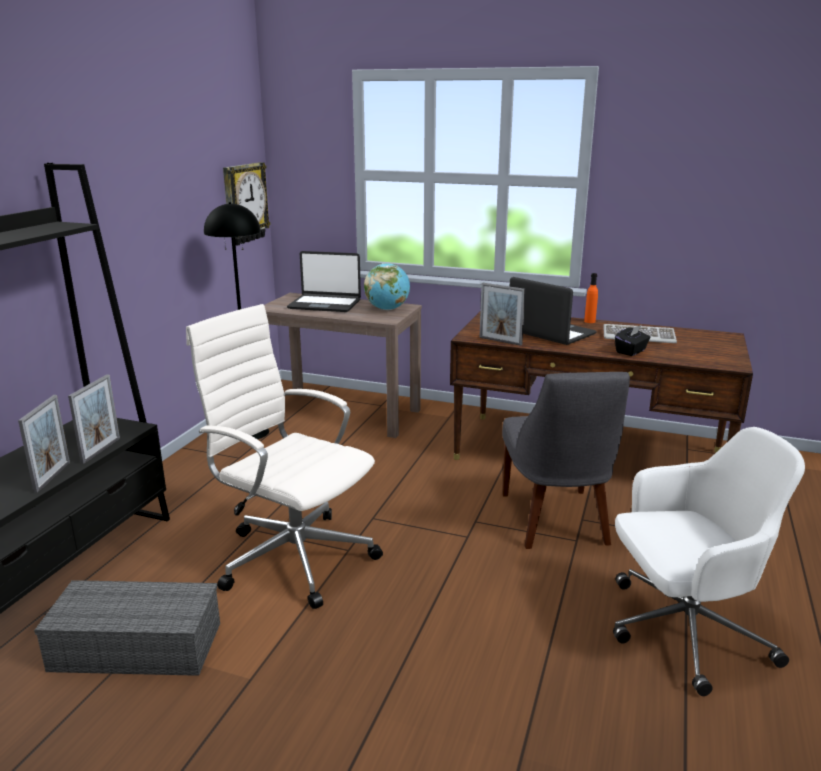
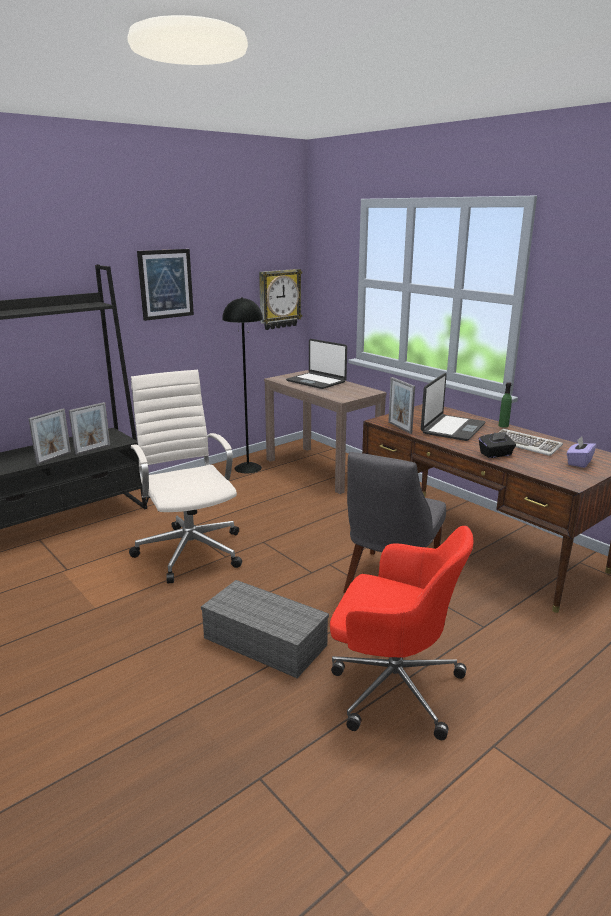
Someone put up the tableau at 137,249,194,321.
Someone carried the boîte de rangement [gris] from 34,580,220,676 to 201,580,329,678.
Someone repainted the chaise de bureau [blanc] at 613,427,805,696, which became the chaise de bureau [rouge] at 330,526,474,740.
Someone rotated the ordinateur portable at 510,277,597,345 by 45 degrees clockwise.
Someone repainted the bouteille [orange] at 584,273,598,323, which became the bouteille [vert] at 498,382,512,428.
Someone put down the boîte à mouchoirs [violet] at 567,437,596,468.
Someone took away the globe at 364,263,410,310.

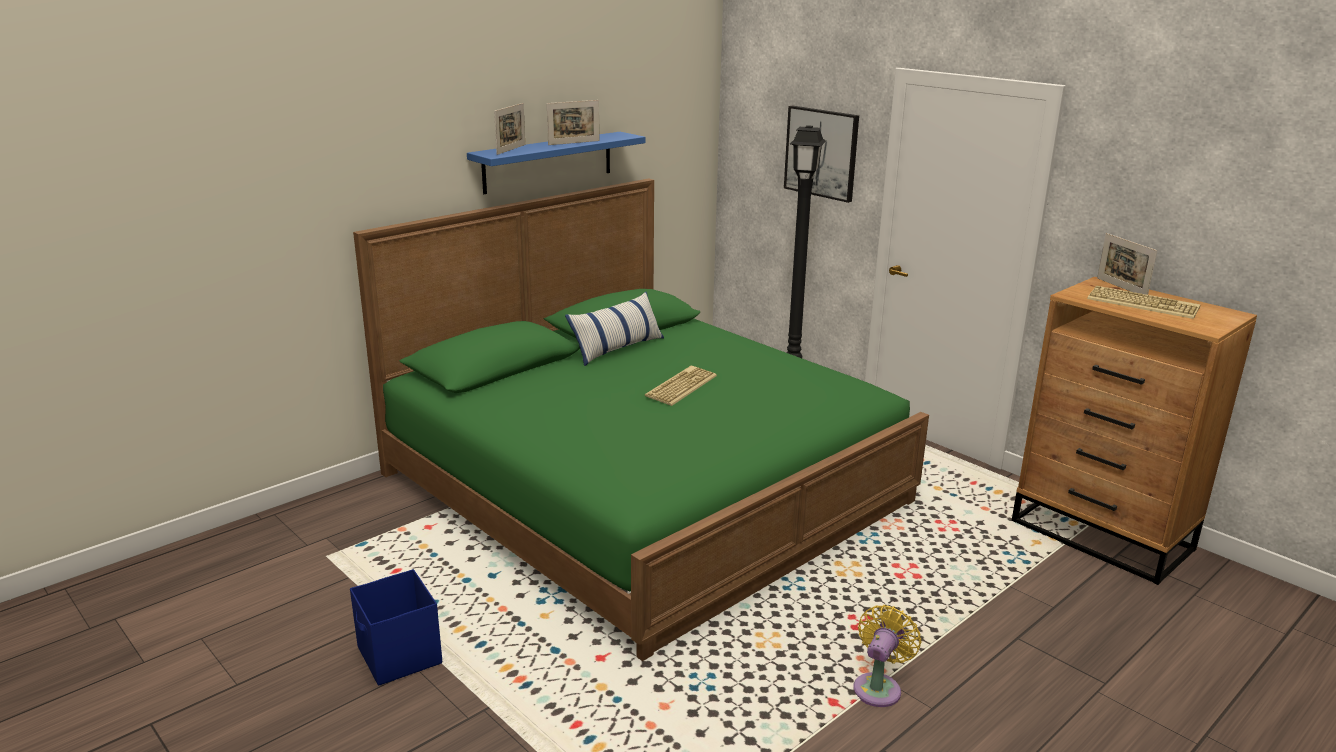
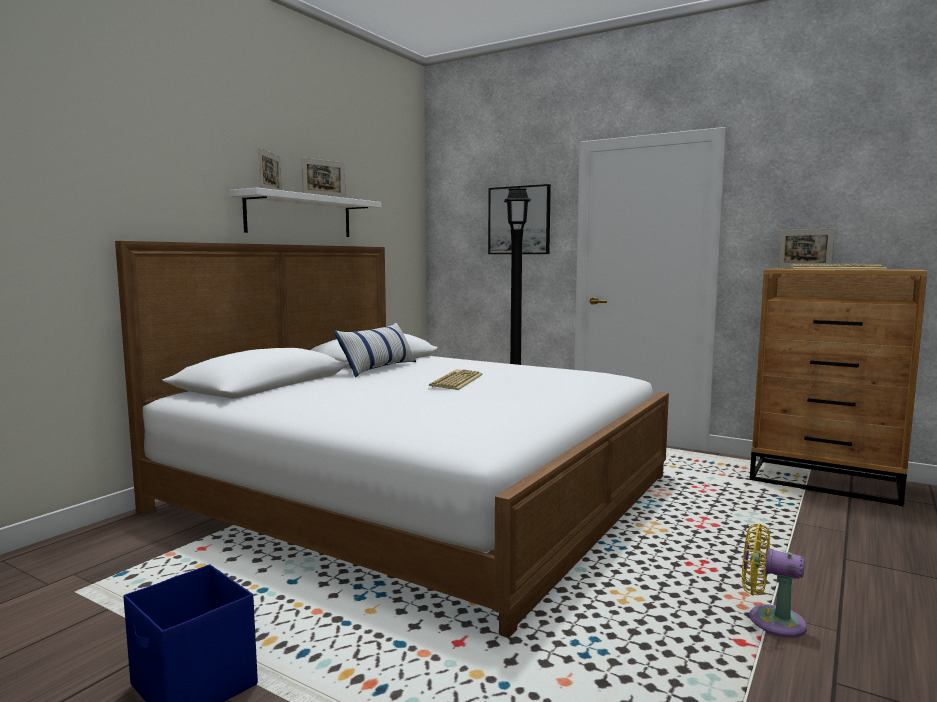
Someone repainted the lit [vert] at 353,179,929,661, which became the lit [blanc] at 115,241,669,638.
Someone repainted the étagère [bleu] at 467,132,646,194, which became the étagère [blanc] at 229,188,381,237.
Someone rotated the ventilateur [jaune] at 853,605,921,707 by 75 degrees counterclockwise.

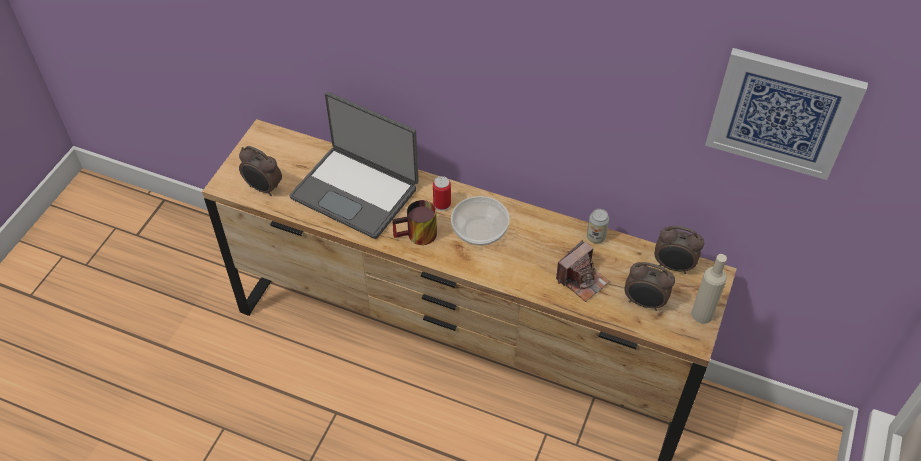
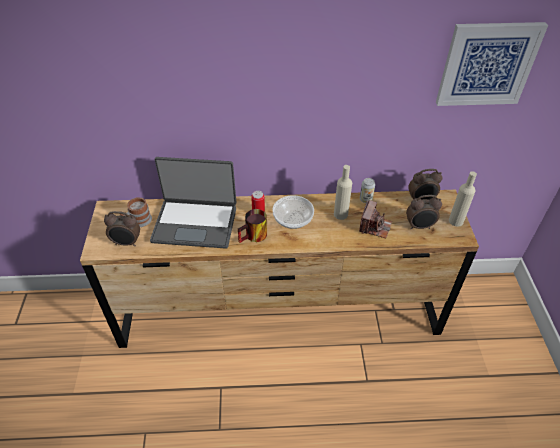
Someone put down the mug at 120,197,152,227.
Someone put down the bouteille [beige] at 334,165,352,220.

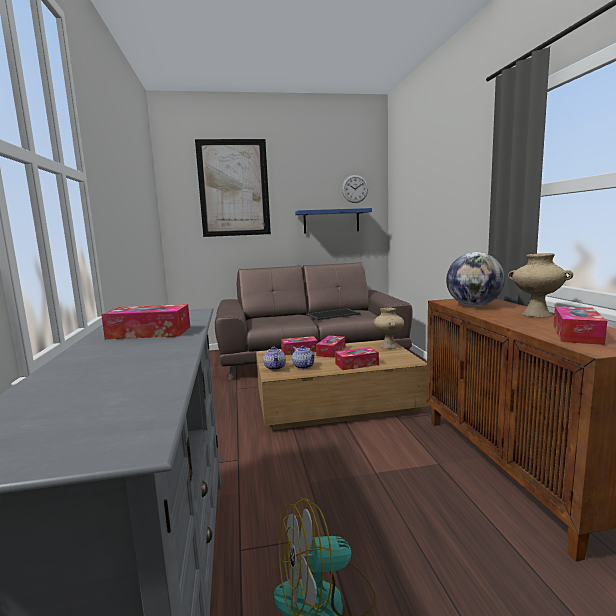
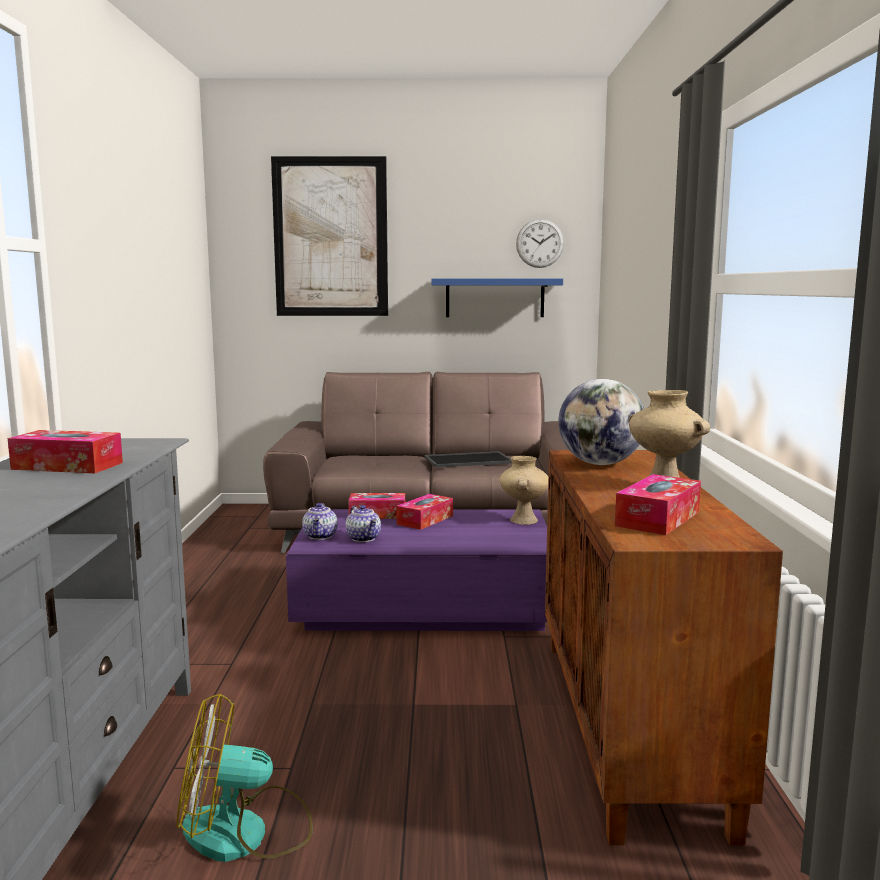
Someone repainted the table basse [marron] at 256,340,429,430, which became the table basse [violet] at 286,509,547,631.
Someone took away the boîte à mouchoirs at 335,347,379,370.

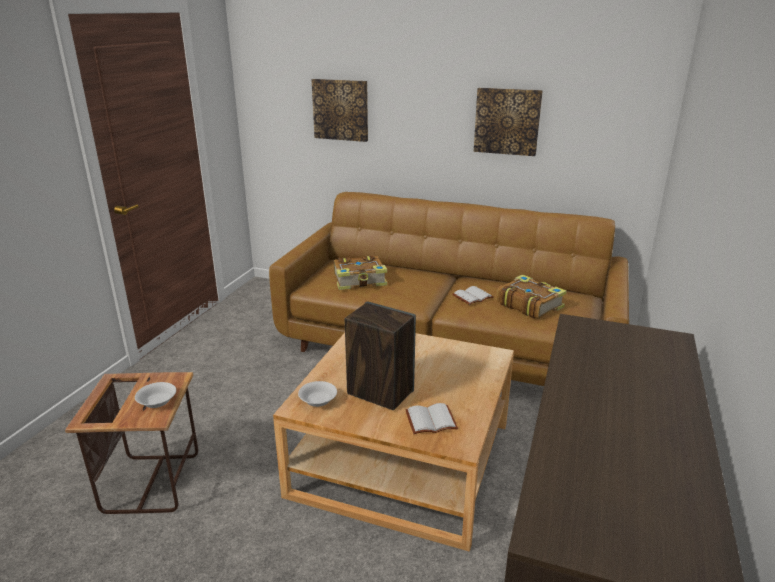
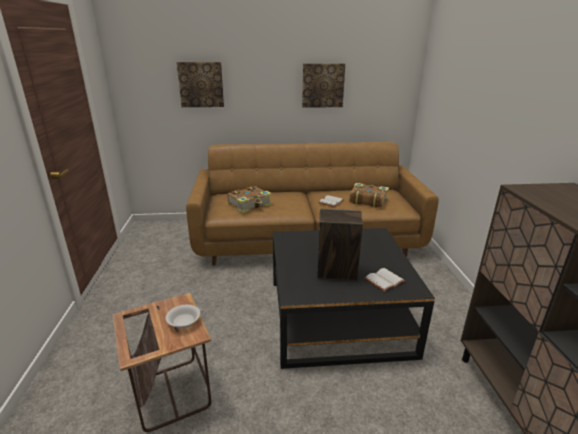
Someone repainted the table basse [beige] at 273,333,514,552, which became the table basse [noir] at 273,228,435,369.
Someone took away the bol [blanc] at 298,381,337,407.

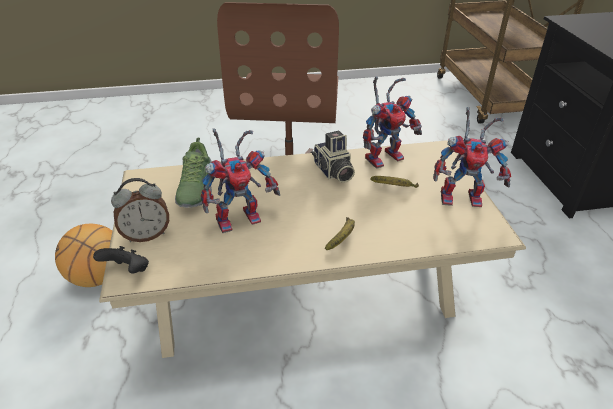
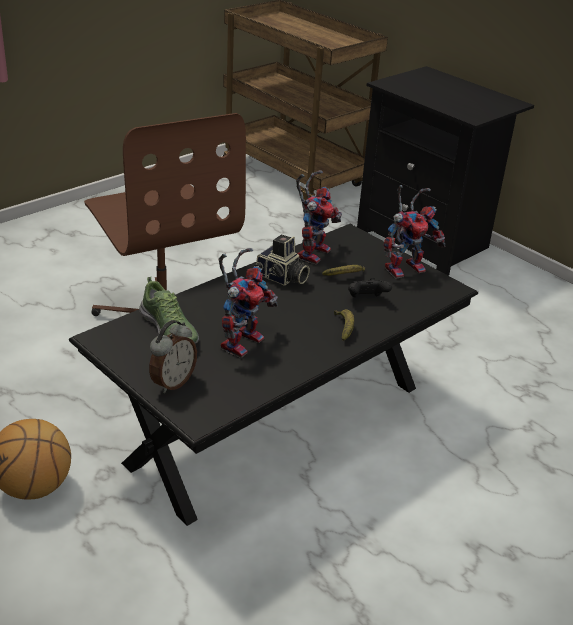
Someone repainted the table basse [beige] at 99,140,526,358, which became the table basse [noir] at 69,224,478,526.
Someone carried the manette [noir] from 93,246,149,274 to 348,278,392,297.

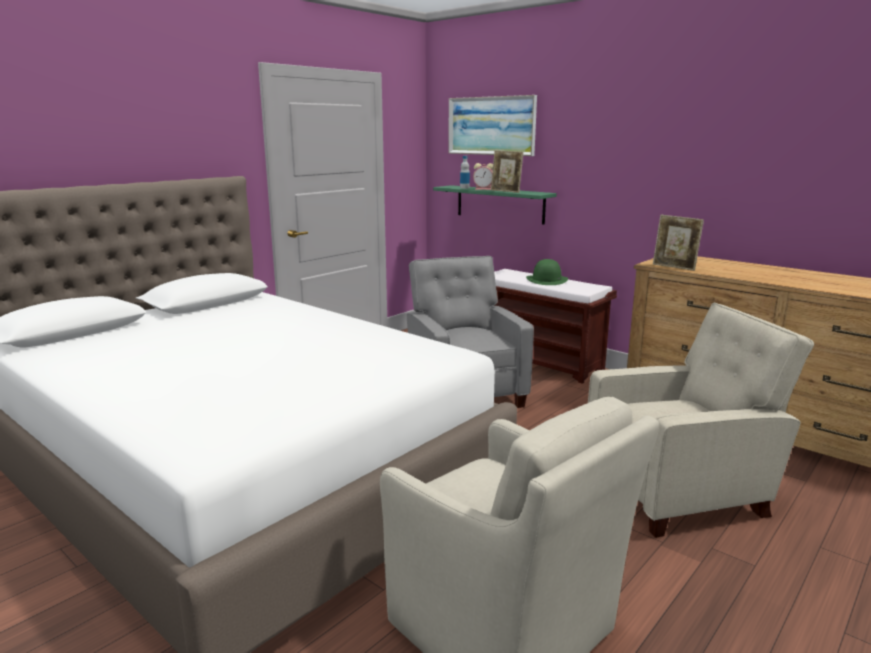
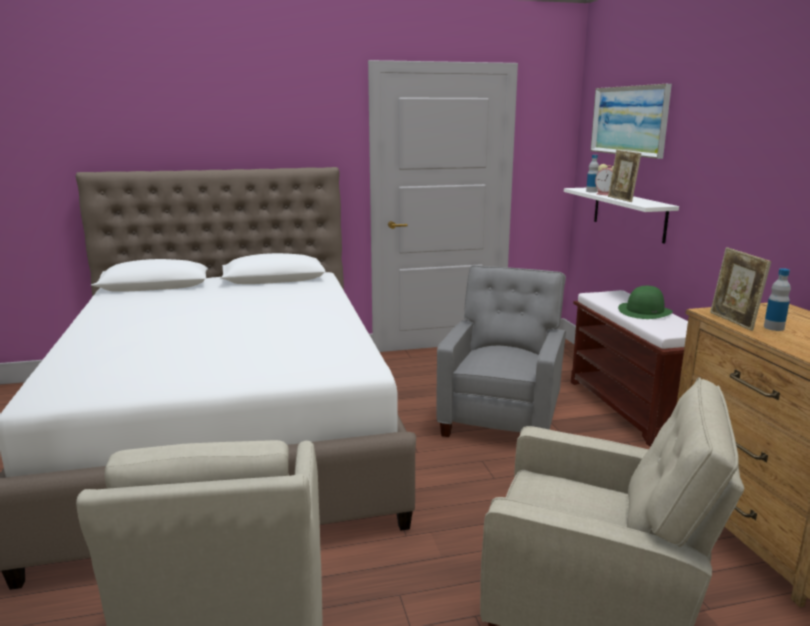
Someone repainted the étagère [vert] at 433,185,557,224, which became the étagère [blanc] at 564,188,679,243.
Someone put down the bouteille at 764,268,791,331.

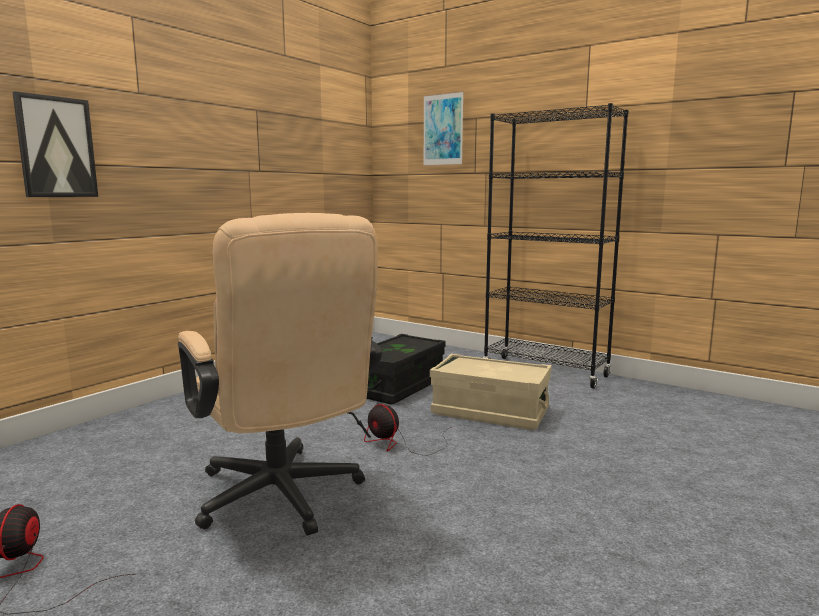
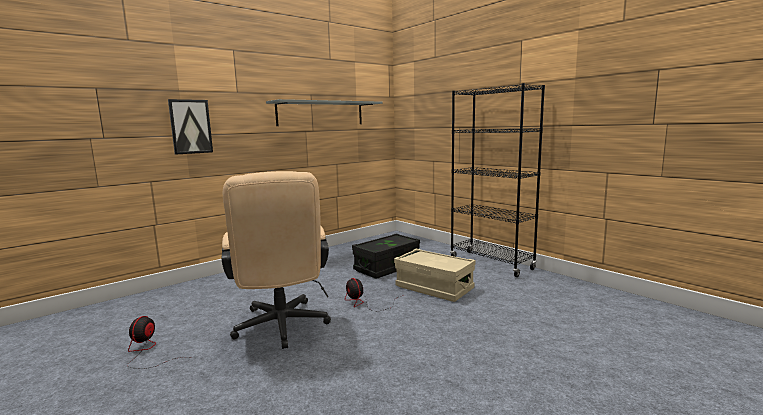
Someone put up the étagère [gris] at 266,99,382,126.
Someone took away the tableau at 423,90,464,167.

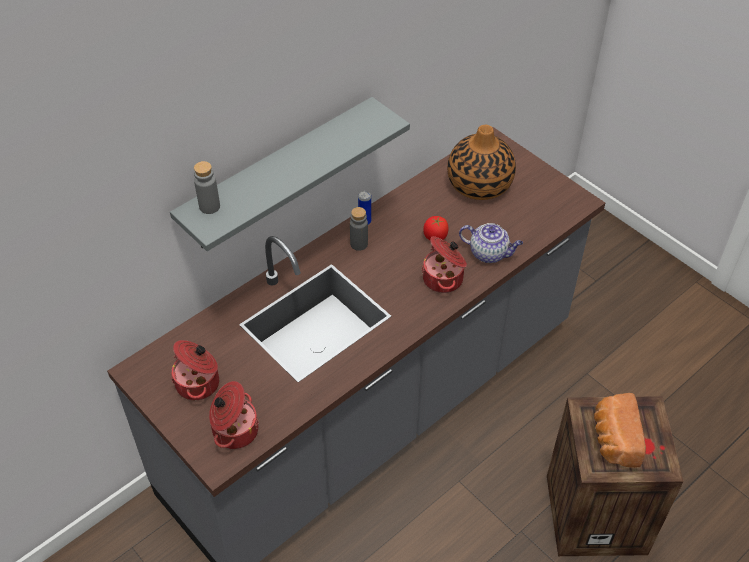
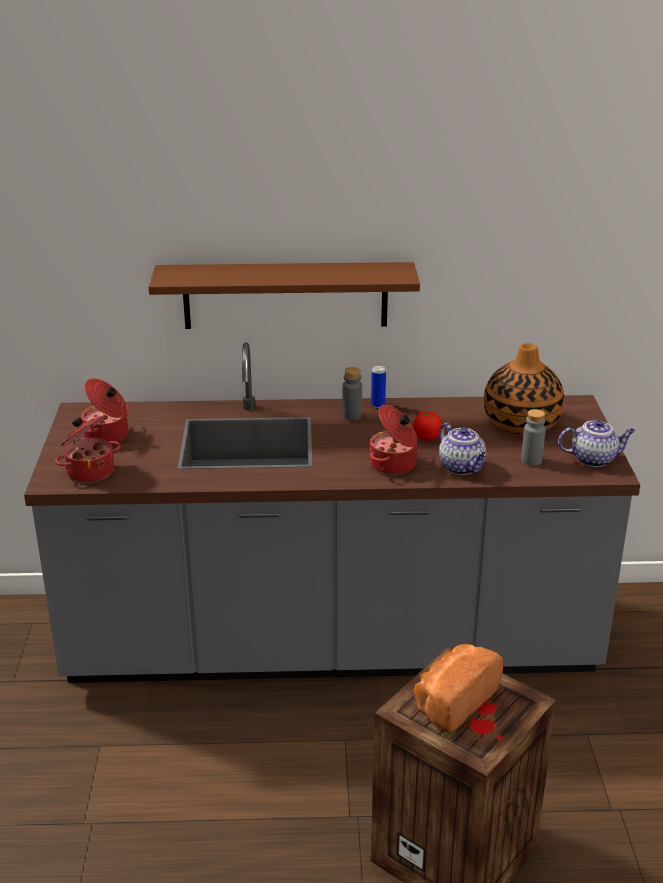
Someone repainted the étagère [gris] at 170,97,410,251, which became the étagère [marron] at 148,262,420,329.
Someone carried the bouteille [gris] from 194,161,220,214 to 521,409,546,466.
Someone put down the théière at 558,419,635,467.

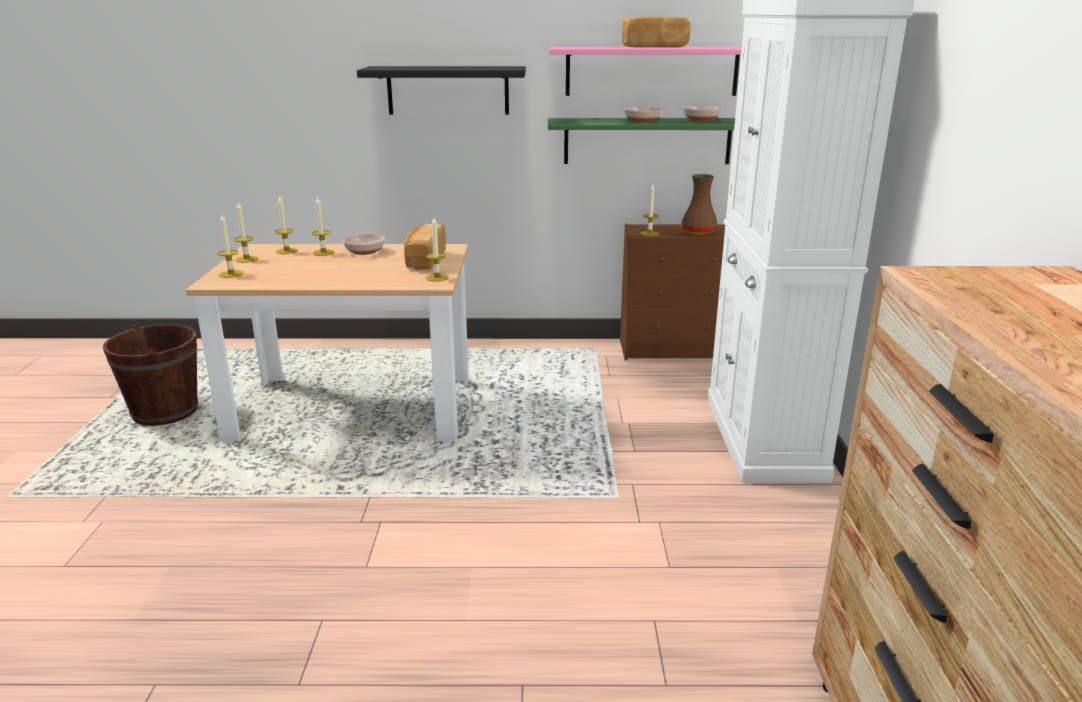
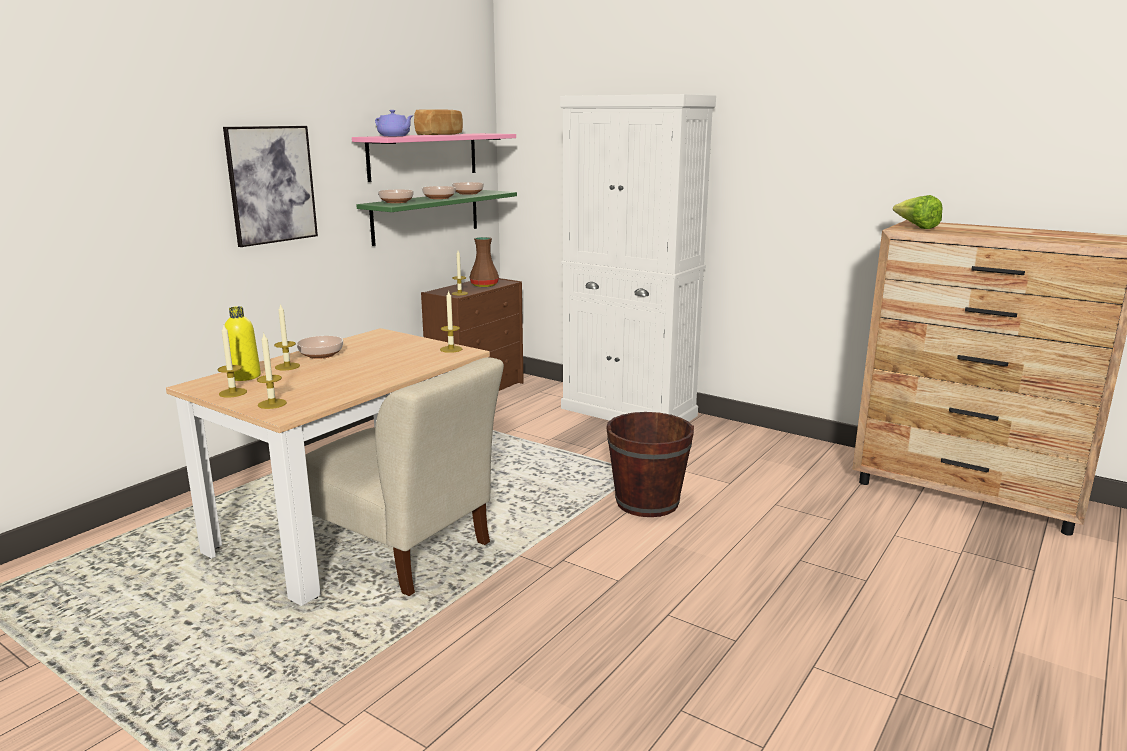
Someone swapped the étagère [noir] at 357,66,526,115 for the tableau at 223,126,318,247.
Someone swapped the bougie at 275,195,298,254 for the bouteille [jaune] at 225,306,261,381.
Someone put down the chaise [beige] at 305,357,504,596.
Someone put down the théière [violet] at 375,110,414,136.
Someone put down the bol at 378,189,414,203.
Someone carried the seau [marron] from 103,324,198,426 to 606,412,694,517.
Someone put down the laitue at 893,195,943,229.
Someone took away the pain at 404,224,446,270.

